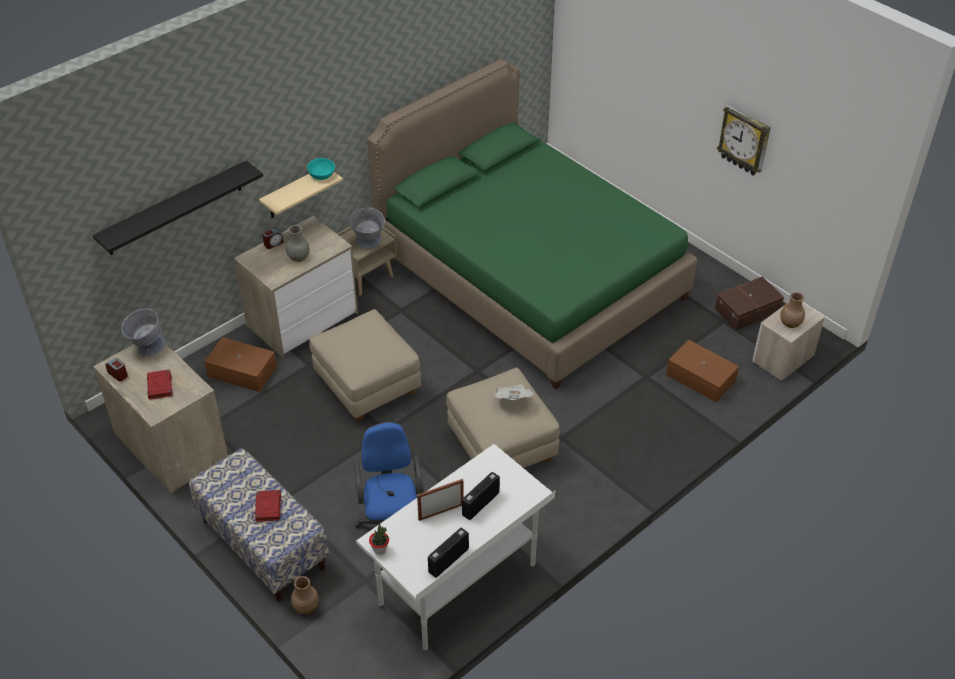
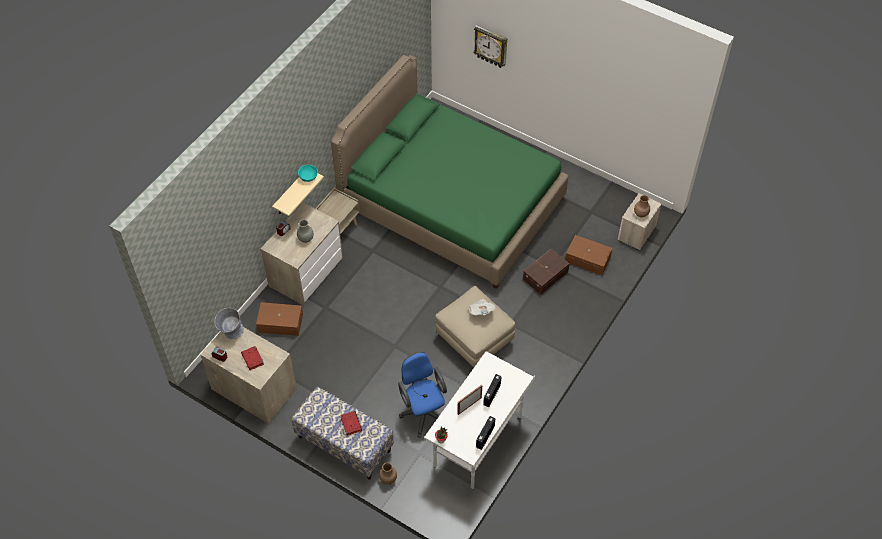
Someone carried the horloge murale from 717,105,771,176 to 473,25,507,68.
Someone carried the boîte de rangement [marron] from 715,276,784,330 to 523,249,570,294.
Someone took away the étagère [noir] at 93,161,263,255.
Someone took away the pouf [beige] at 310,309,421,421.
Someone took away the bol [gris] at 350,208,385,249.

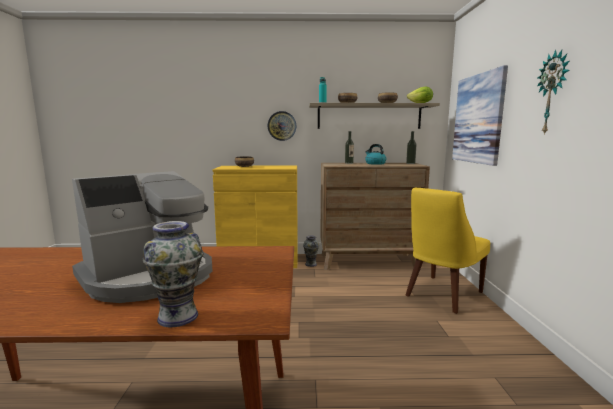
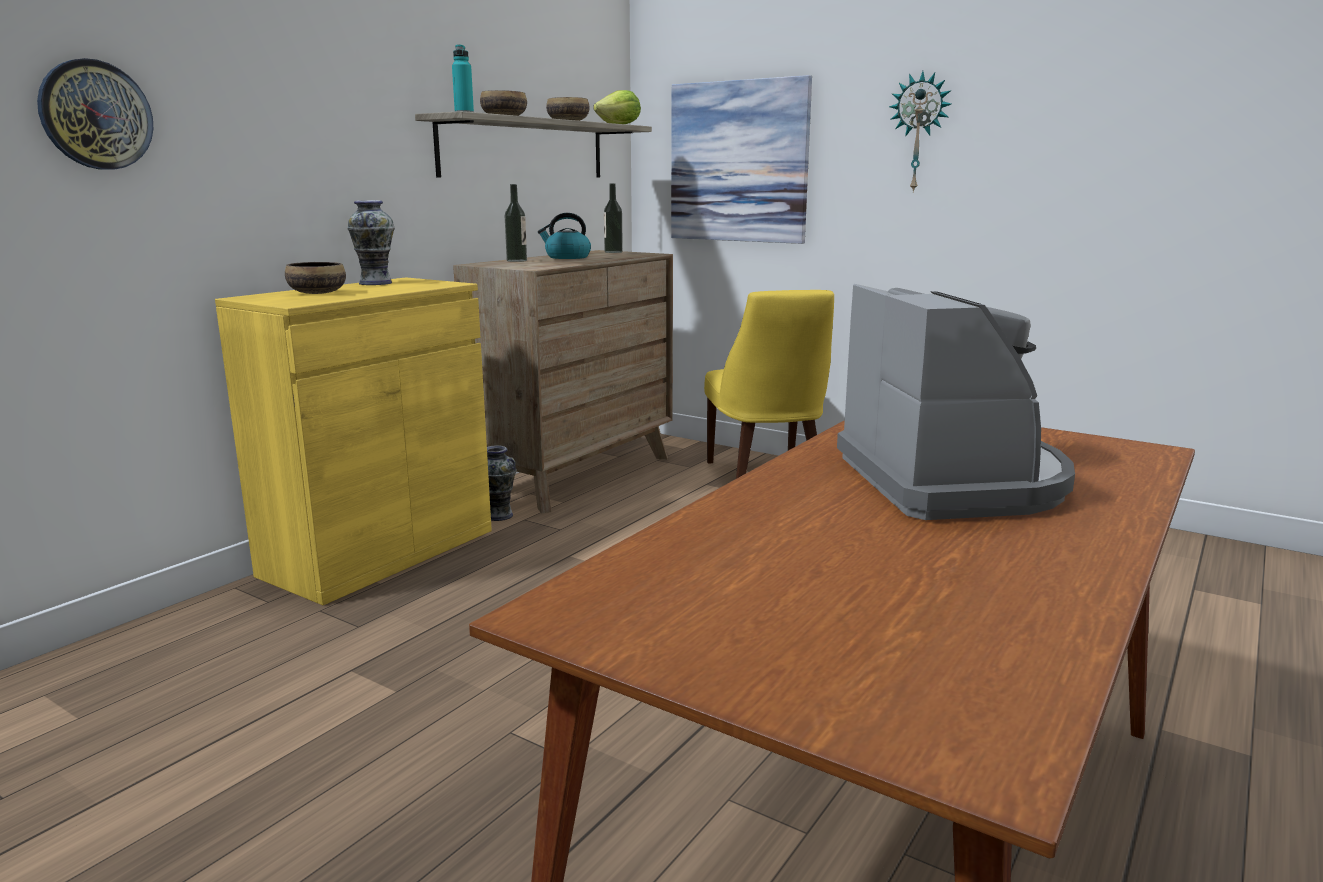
Someone carried the horloge murale from 268,111,296,141 to 37,58,153,170.
Someone carried the vase from 143,221,204,327 to 347,200,395,285.

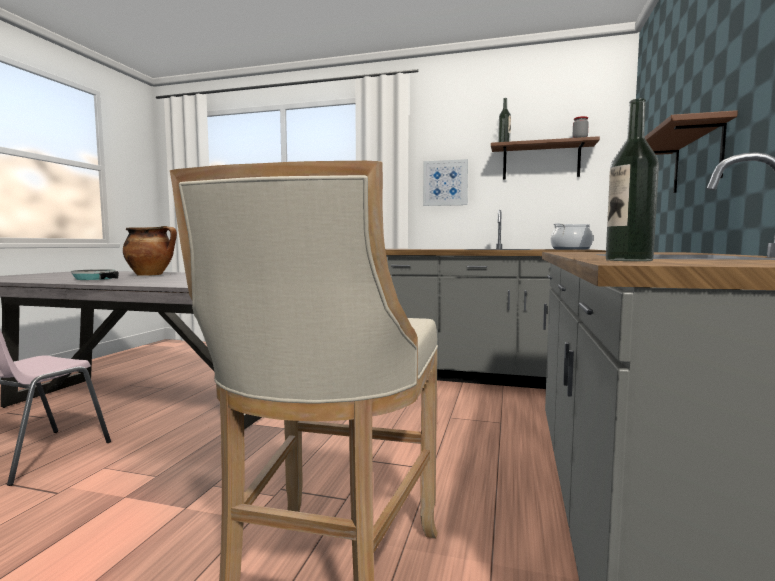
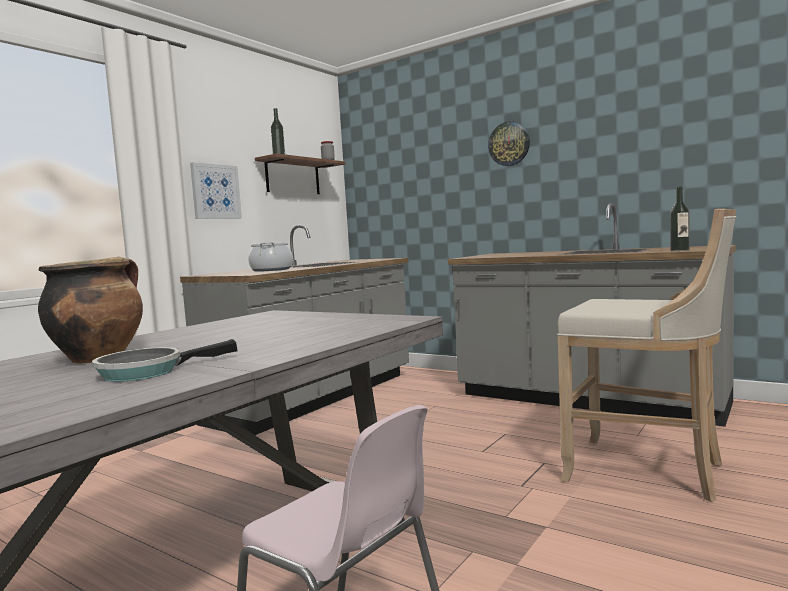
Someone carried the marmite from 551,223,593,250 to 248,242,293,272.
Someone put up the horloge murale at 488,121,530,166.
Someone took away the étagère [marron] at 645,110,738,193.

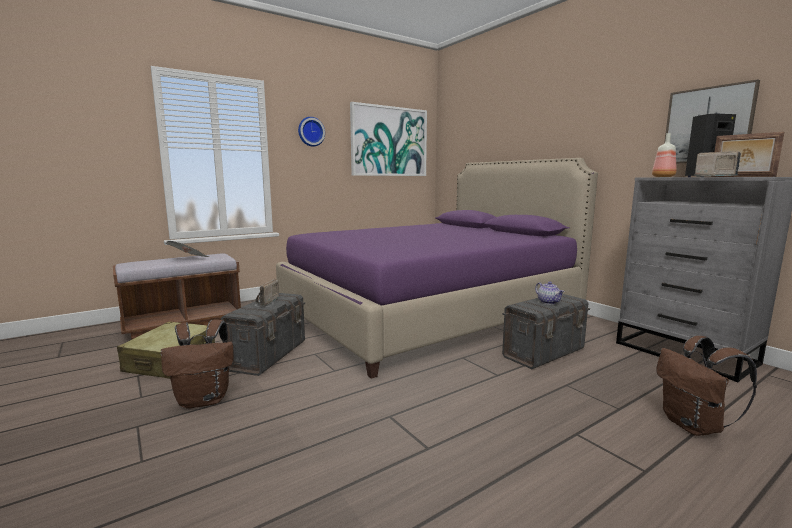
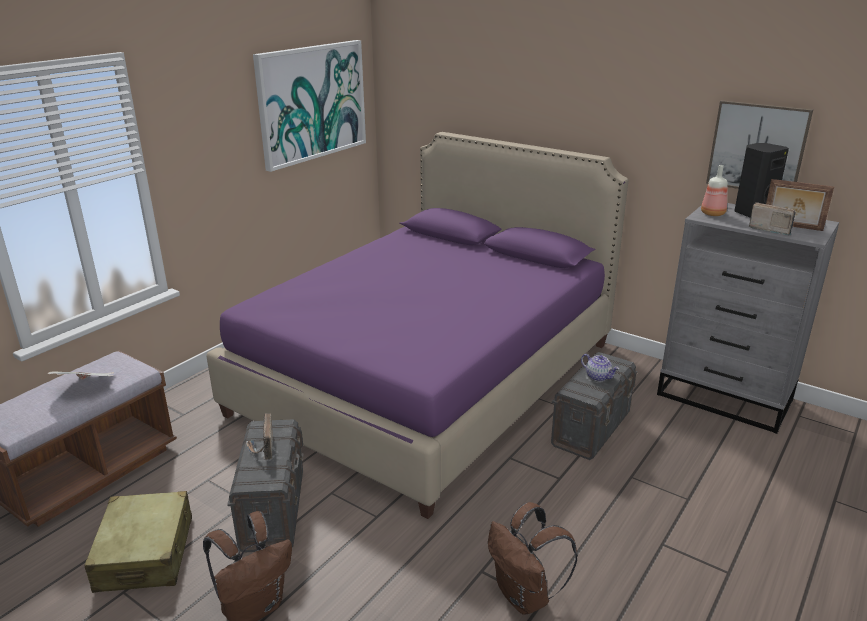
Someone carried the sac à dos [marron] from 656,336,757,436 to 488,502,578,615.
Someone took away the horloge murale at 298,117,325,147.

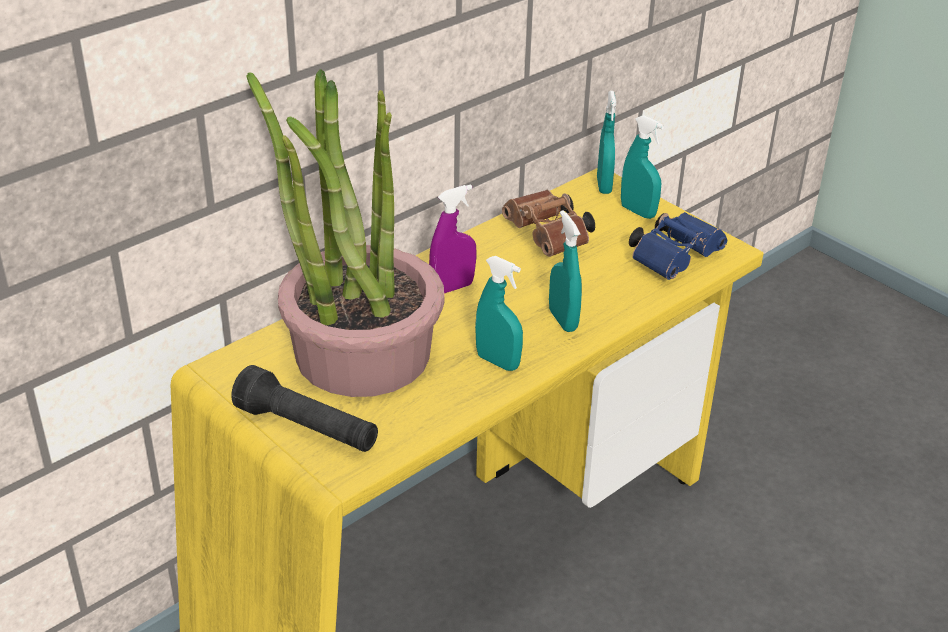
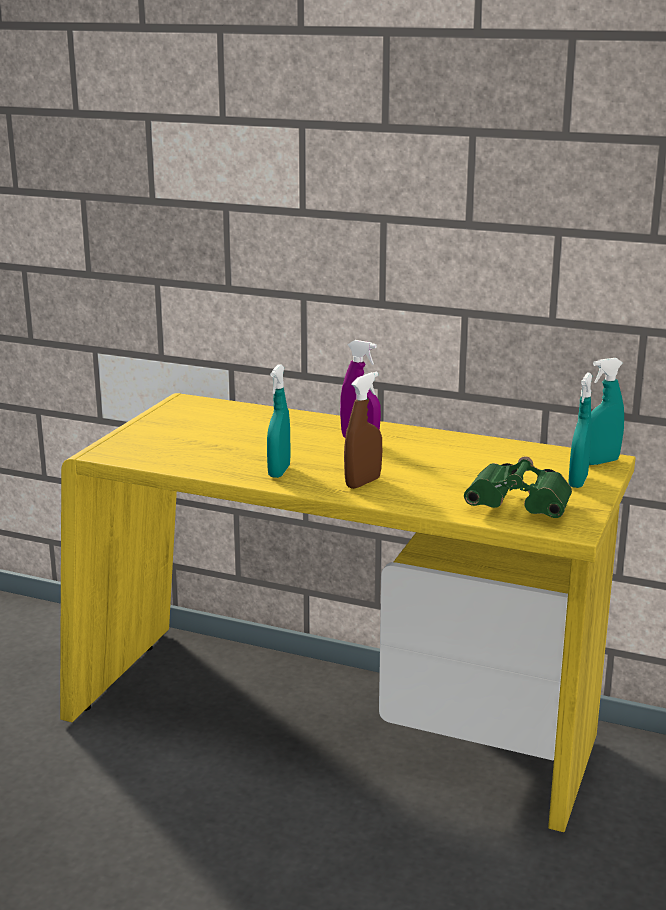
Someone repainted the vaporisateur [turquoise] at 549,210,582,332, which became the vaporisateur [marron] at 344,372,382,489.
Someone repainted the jumelles [bleu] at 629,212,727,280, which became the jumelles [vert] at 464,456,572,518.
Someone took away the lampe de poche [noir] at 231,365,378,452.
Someone took away the plante en pot at 246,69,445,397.
Someone took away the jumelles [marron] at 502,190,595,257.

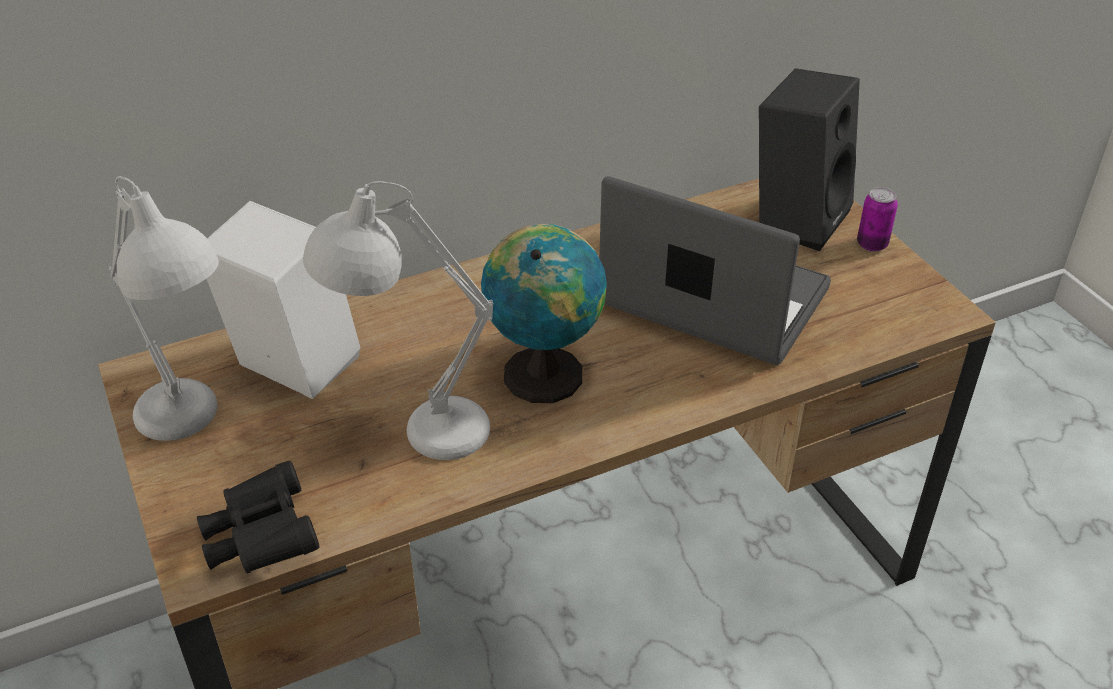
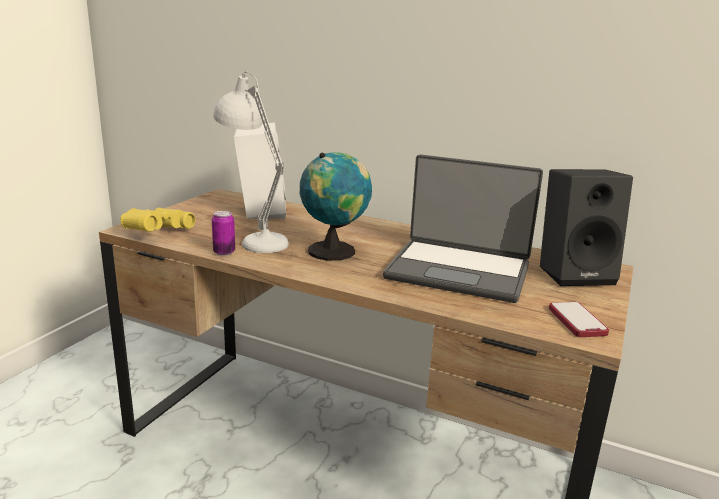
Someone repainted the jumelles [noir] at 197,461,319,573, which became the jumelles [jaune] at 120,208,196,232.
Someone carried the boîte métallique from 857,187,898,252 to 212,211,235,256.
Someone rotated the ordinateur portable at 599,176,831,365 by 120 degrees clockwise.
Someone put down the téléphone at 549,302,609,337.
Someone took away the lampe de table [blanc] at 109,176,219,441.

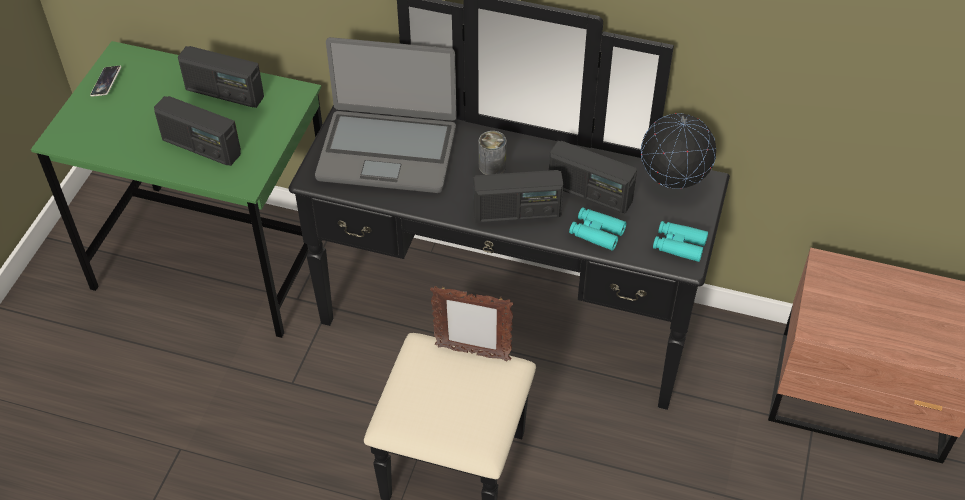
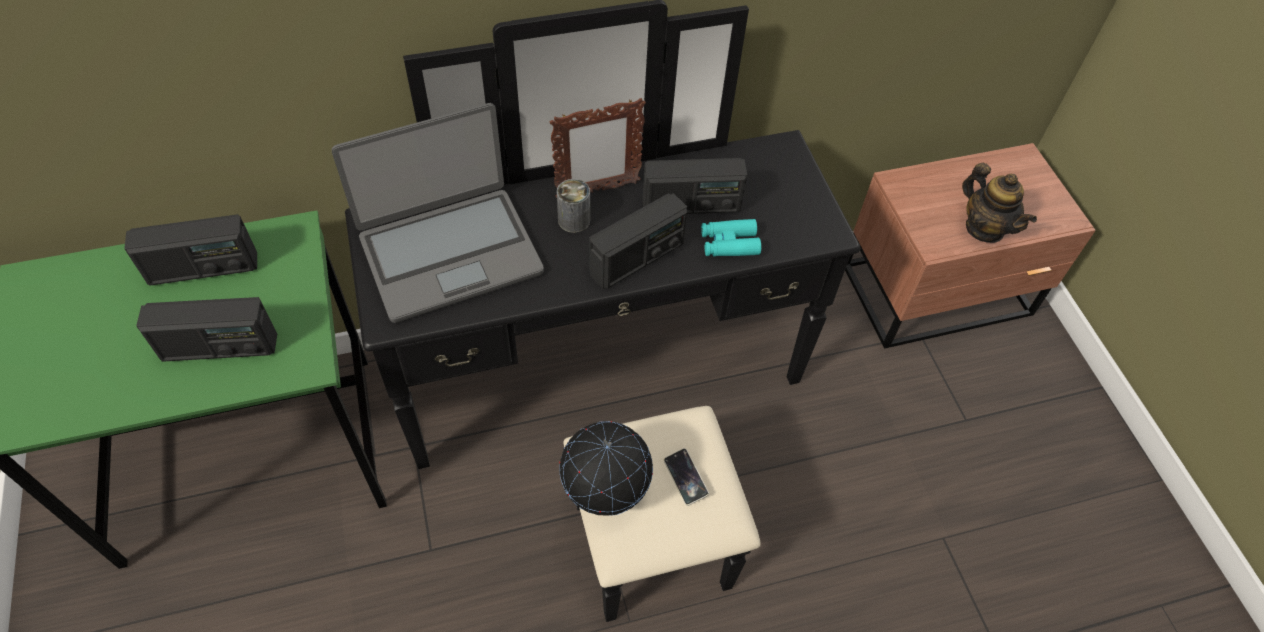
Someone carried the cadre photo from 430,286,514,361 to 549,98,646,198.
Someone carried the globe from 641,113,716,189 to 559,421,653,516.
Someone carried the téléphone from 90,66,121,97 to 664,448,709,506.
Someone put down the théière at 962,163,1037,243.
Someone took away the jumelles [turquoise] at 653,221,708,262.

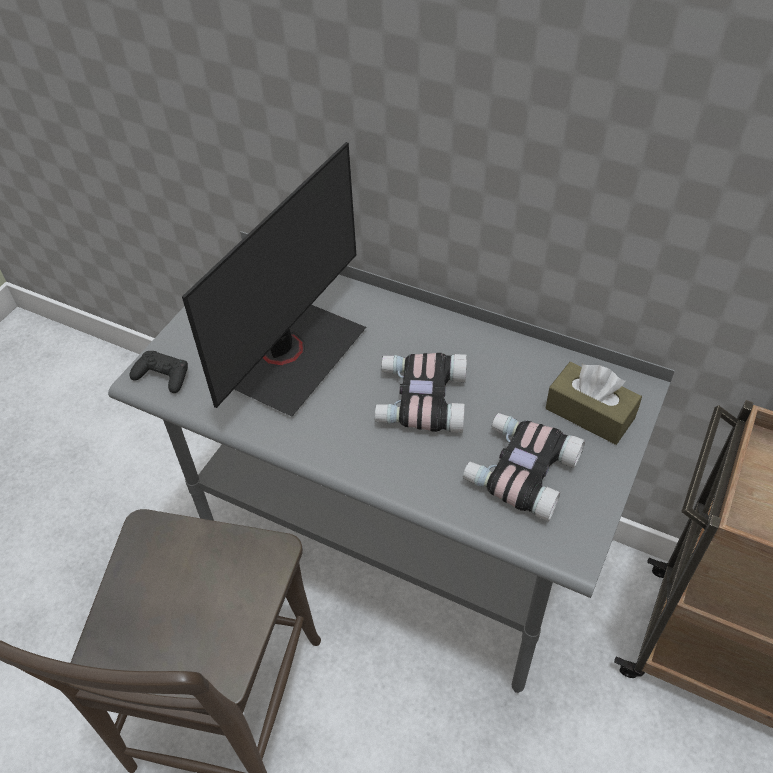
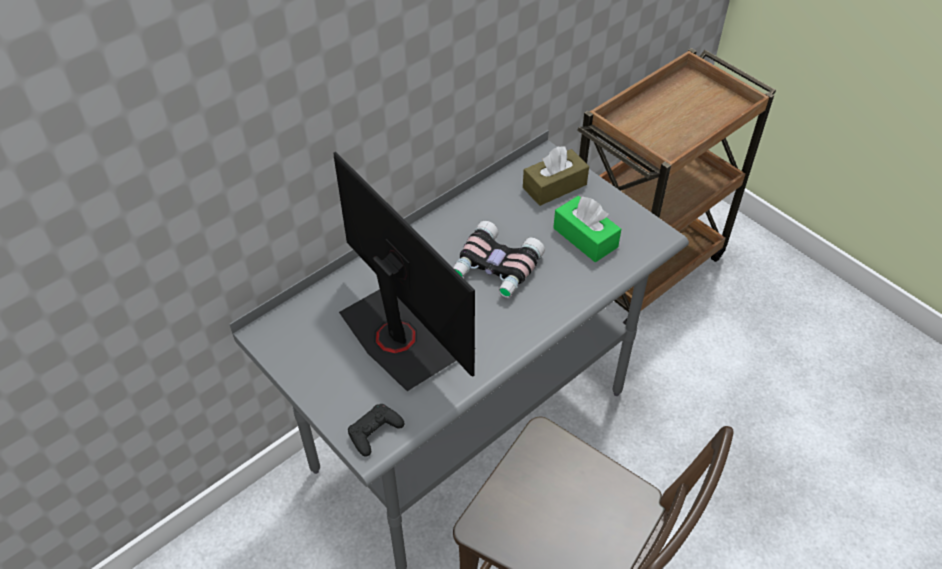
Someone swapped the jumelles at 463,413,585,521 for the boîte à mouchoirs [vert] at 553,196,621,262.

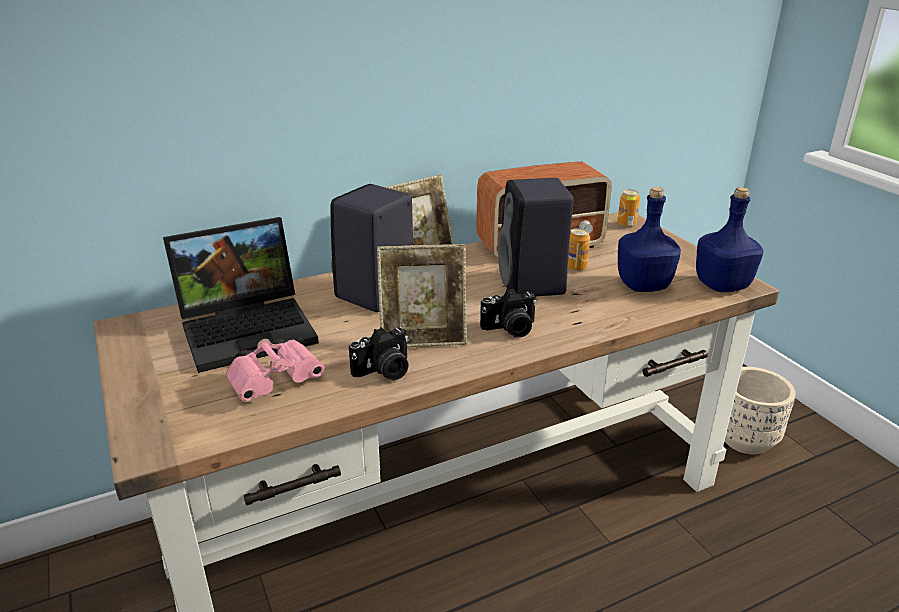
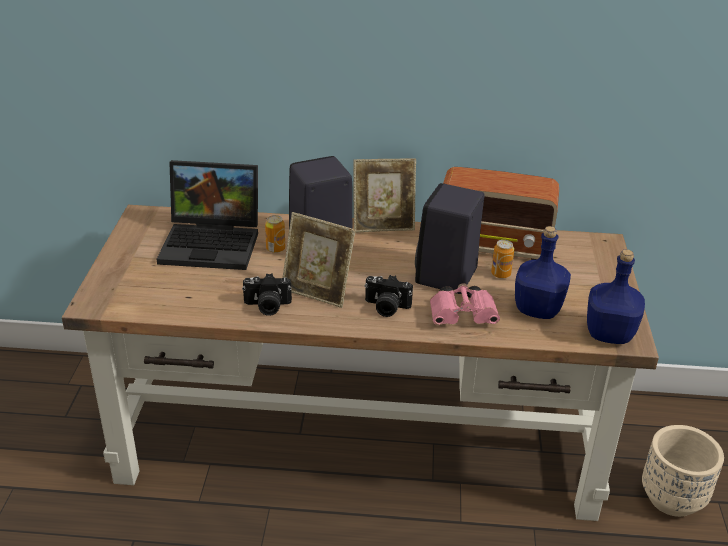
Someone carried the boîte métallique from 617,189,640,227 to 265,215,285,253.
Someone carried the jumelles [rose] from 226,339,325,402 to 430,283,500,325.

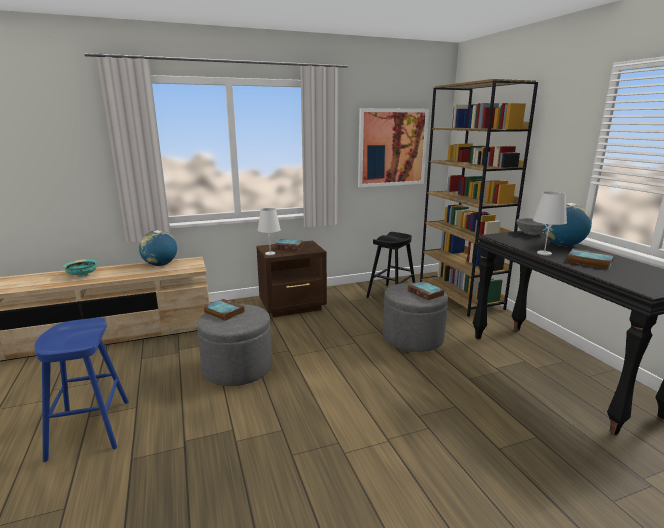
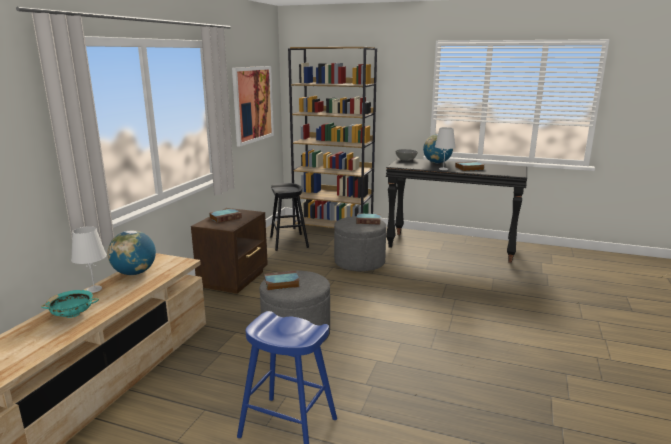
Someone carried the lampe de table [blanc] from 258,208,281,255 to 71,226,107,293.

